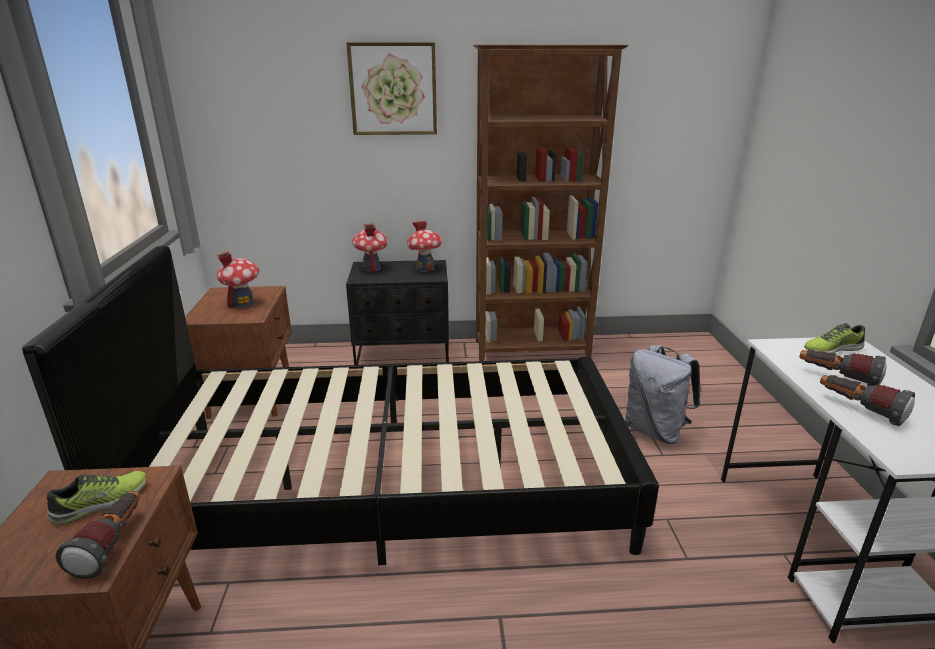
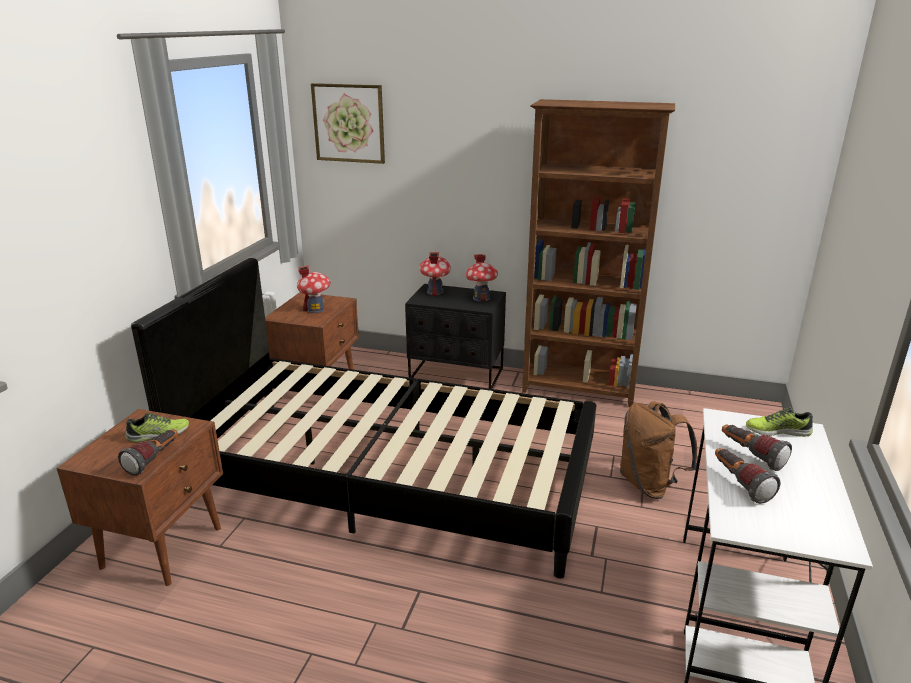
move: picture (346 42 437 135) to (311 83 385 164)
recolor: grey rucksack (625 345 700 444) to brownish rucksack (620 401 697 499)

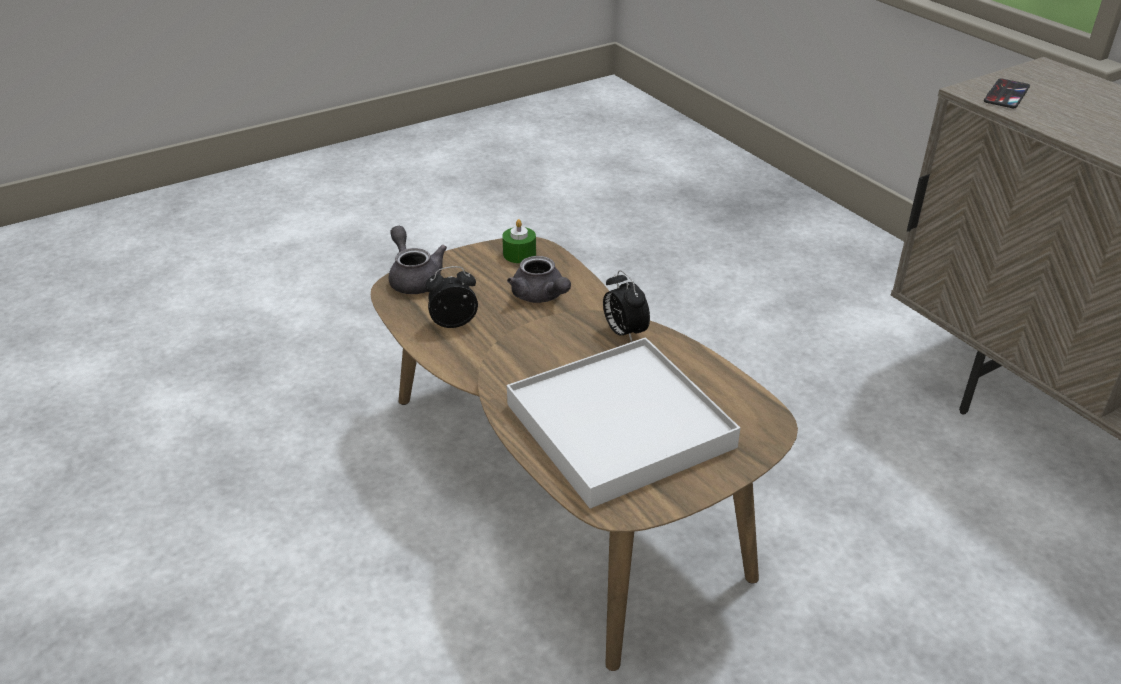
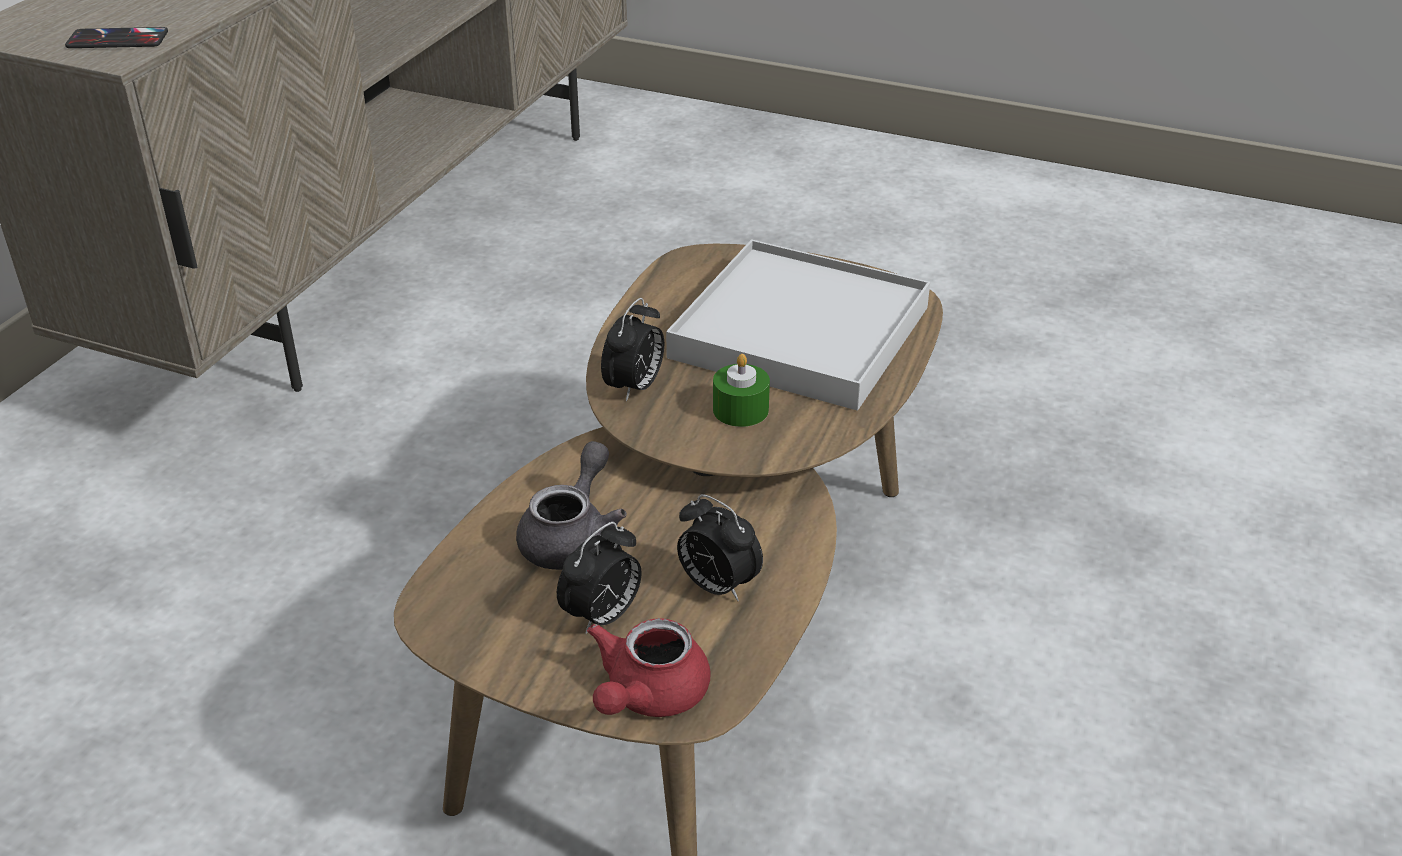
insert: table clock (557 522 642 634)
move: green-coloured wax light (502 219 536 263) to (713 354 770 427)
recolor: grey teapot (388 226 447 294) to red teapot (587 618 710 717)

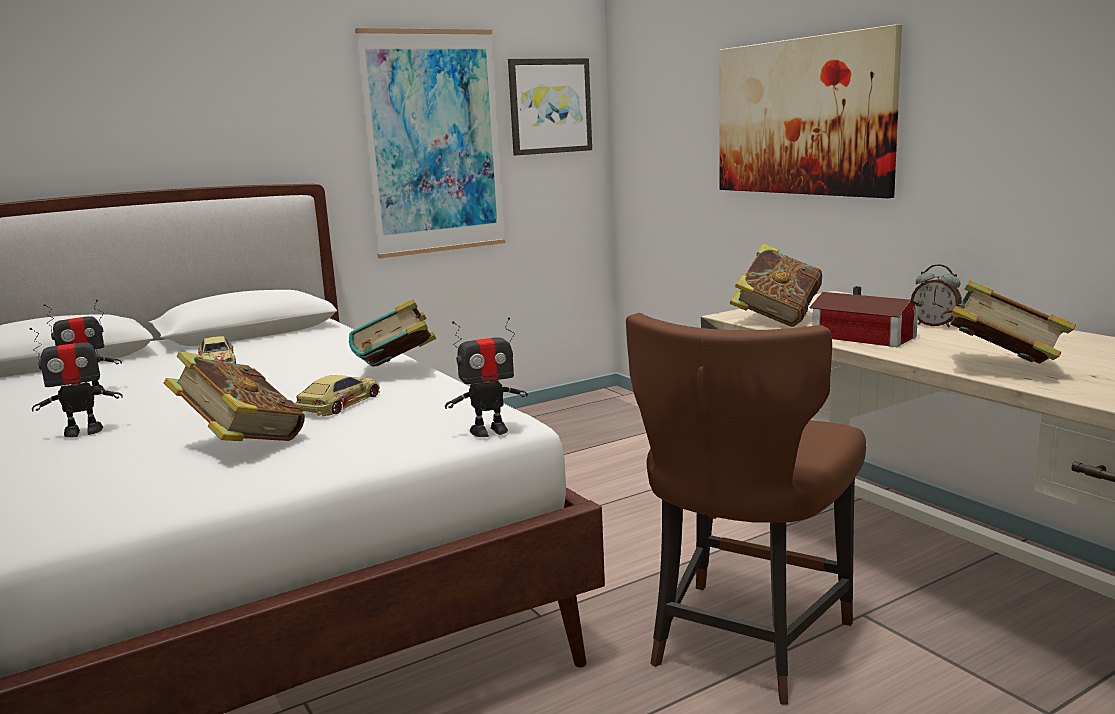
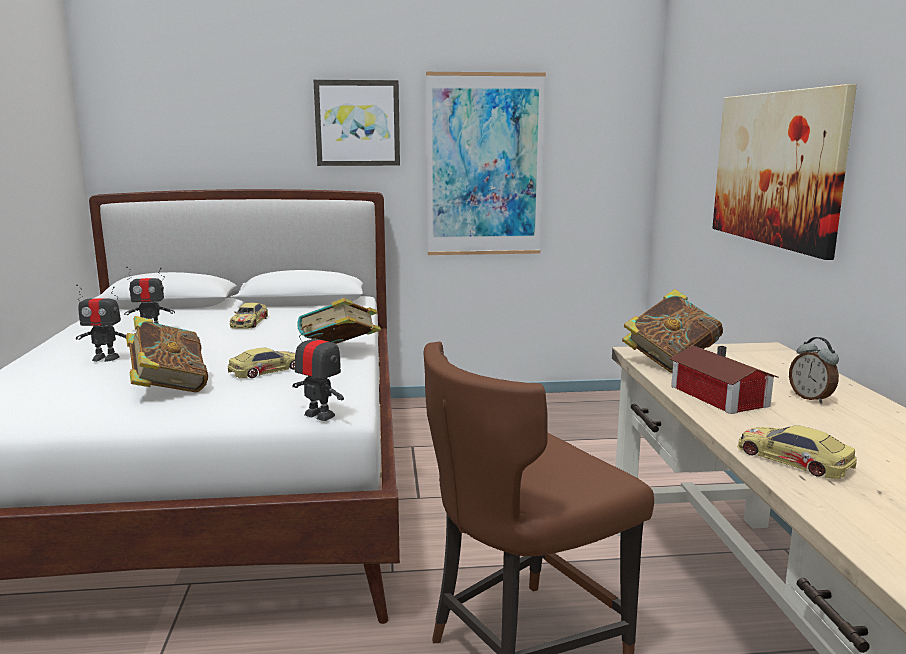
move: picture (508 58 592 155) to (313 80 400 166)
replace: book (943 280 1076 364) to toy car (737 425 857 479)
rotate: robot figure (445 317 528 437) = (292 324 344 421) 150 degrees counterclockwise

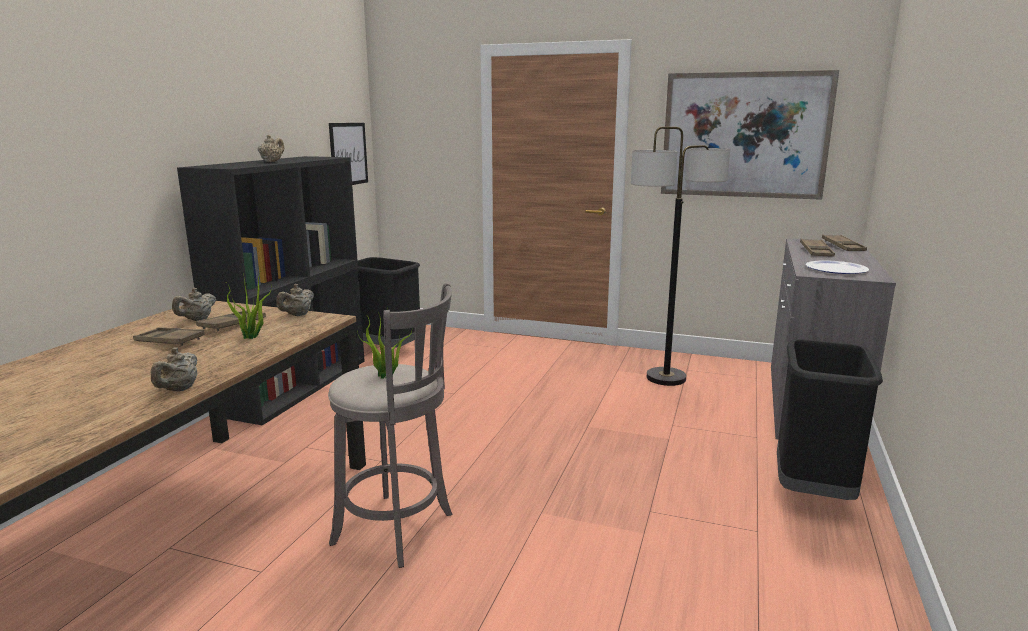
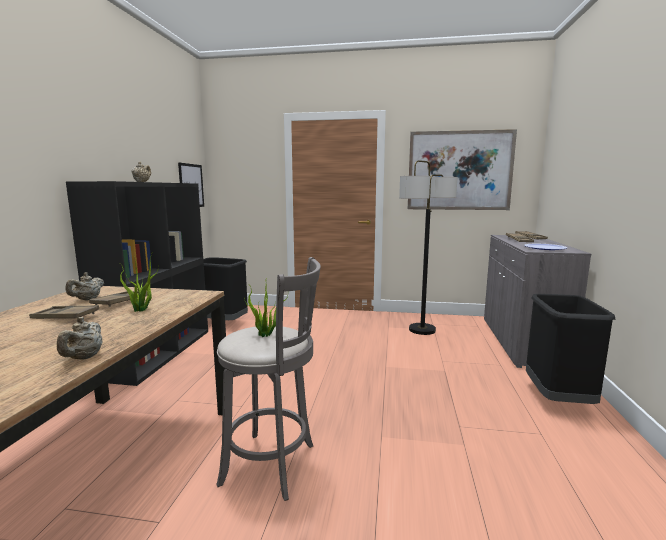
delete: beige-coloured teapot (276 284 314 316)

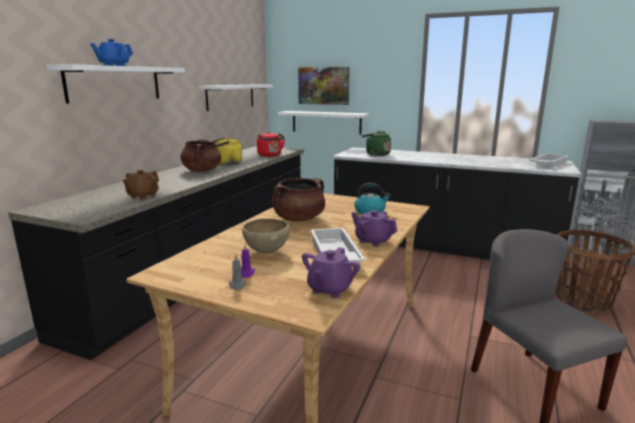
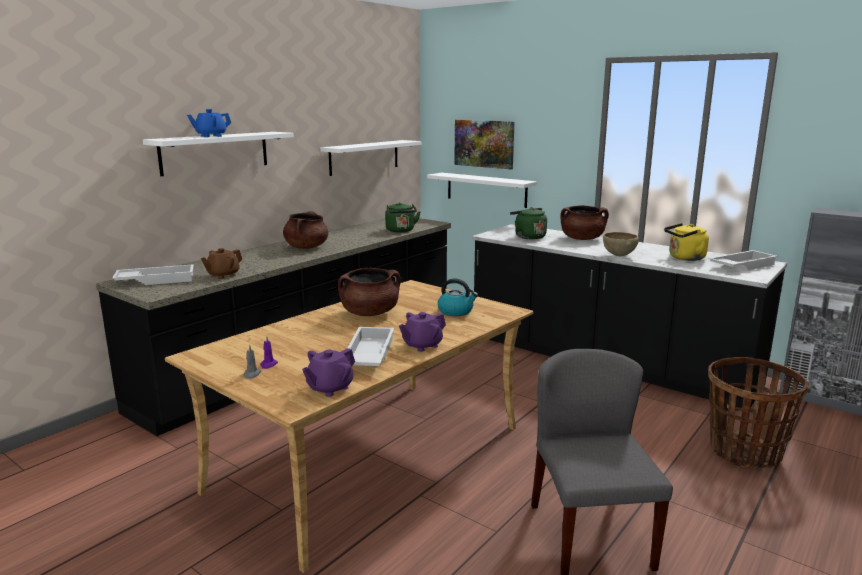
insert: white tray (112 264 194 285); brownish saucepot (560 205 609 240)
move: brownish bowl (242 218 290 254) to (603 232 639 256); yellow-coloured water kettle (211 137 242 165) to (664 223 709 261)
recolor: red water kettle (257 132 285 157) to green-coloured water kettle (385 202 421 232)
rotate: purple teapot (351 210 397 247) = (399 312 446 352) 90 degrees counterclockwise

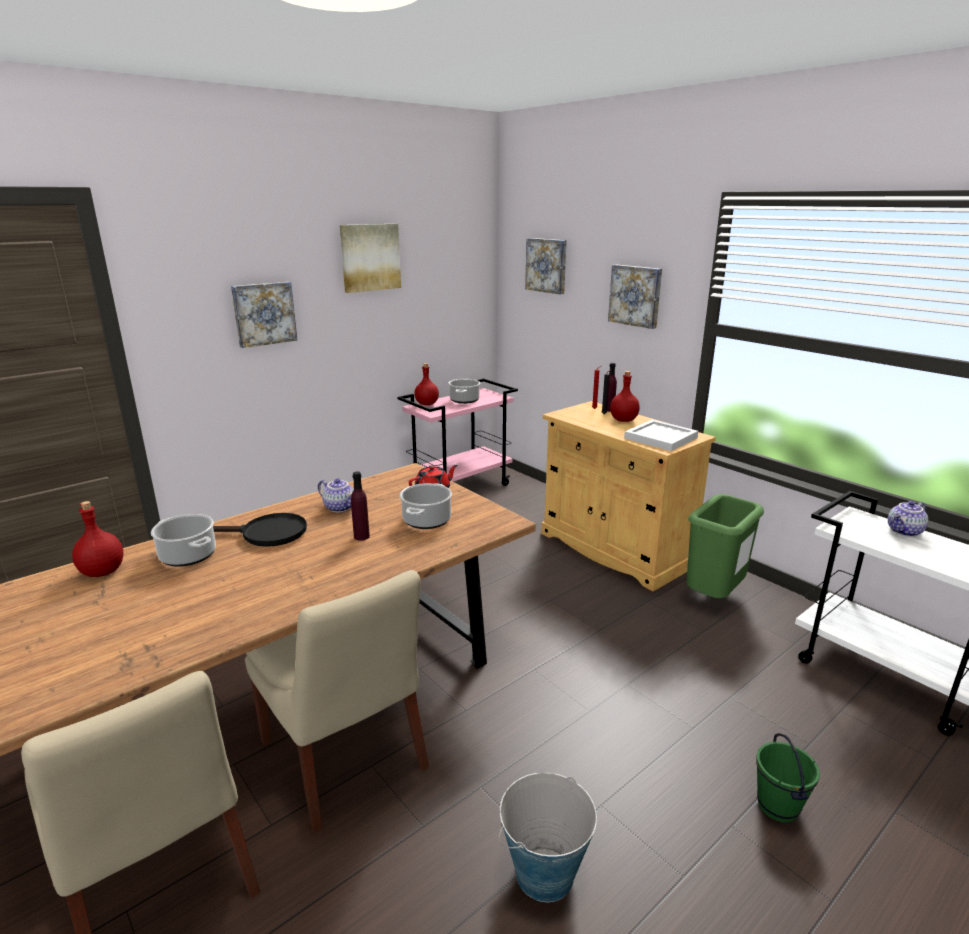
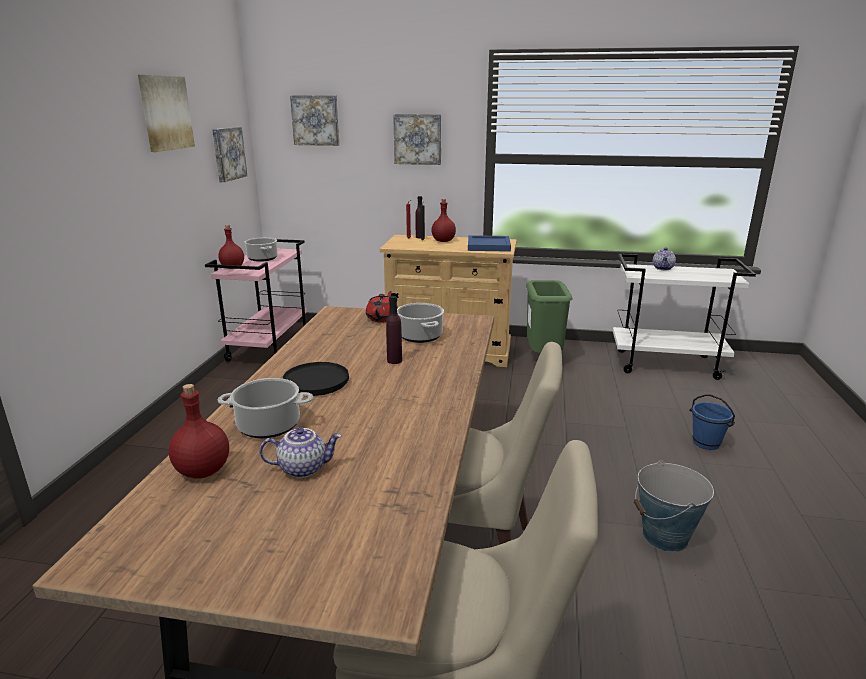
move: picture (231 282 297 348) to (212 127 247 182); teapot (318 479 354 512) to (260 427 342 478)
recolor: white tray (624 420 698 451) to bluish tray (468 235 511 252); green-coloured bucket (756 733 820 823) to bluish bucket (690 394 735 450)

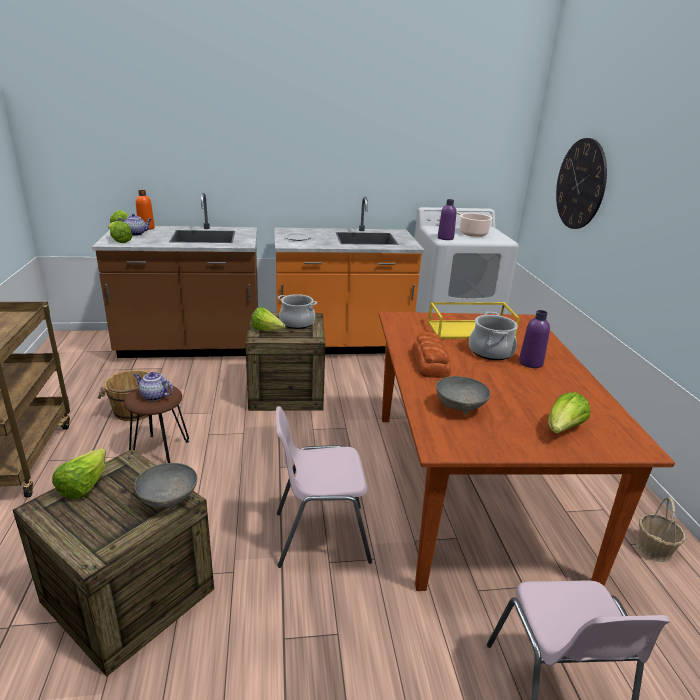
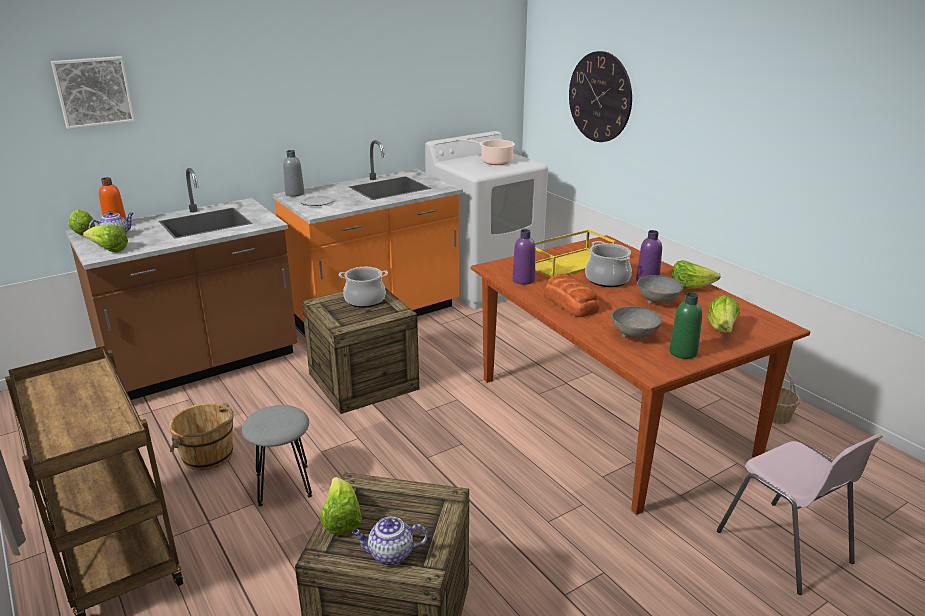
delete: pinkish plain chair (276 406 372 568)
insert: picture (51 56 135 129); grey bottle (283 150 304 197); green-coloured bottle (669 293 702 359)
move: teapot (134 372 173 401) to (352 517 428 566); purple bottle (438 199 456 240) to (512 229 535 285); grey bowl (134 463 197 509) to (637 275 683 304); lettuce (252 307 286 331) to (672 260 721 289)
recolor: brownish sitting stool (124 384 189 463) to grey sitting stool (242 405 312 506)

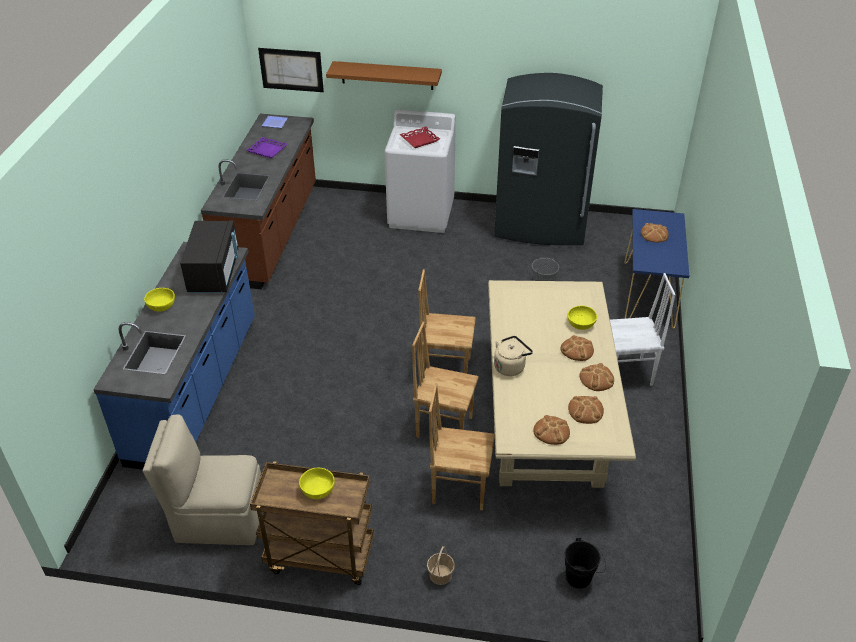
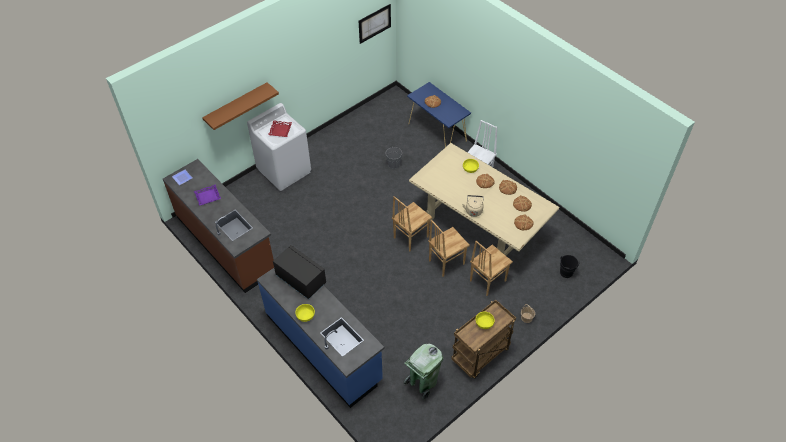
delete: grey fridge (494 73 603 245)
move: picture (258 48 324 92) to (359 4 391 44)
replace: beige-coloured plain chair (142 414 261 545) to green-coloured trash can (404 344 443 400)

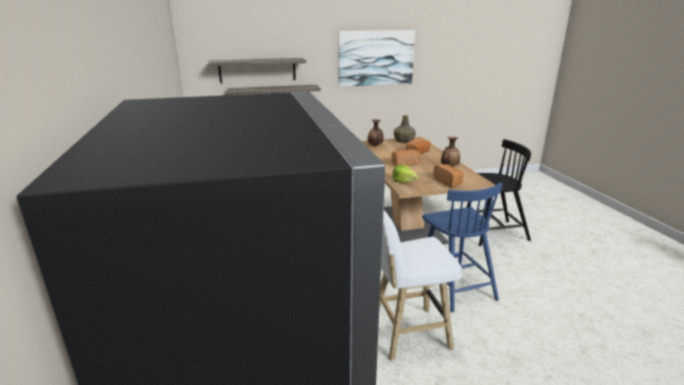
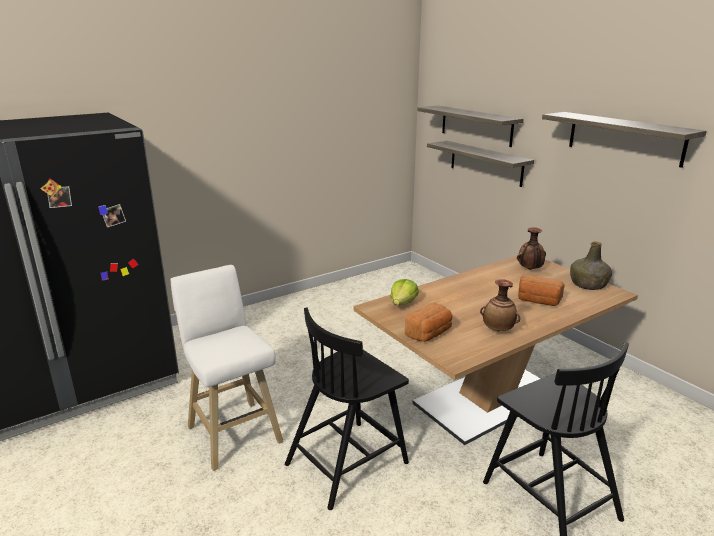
delete: baked bread (392 149 421 166)
replace: picture (338 30 415 87) to shelf (542 112 707 168)
recolor: bluish plain chair (422 182 503 312) to black plain chair (285 307 409 510)

